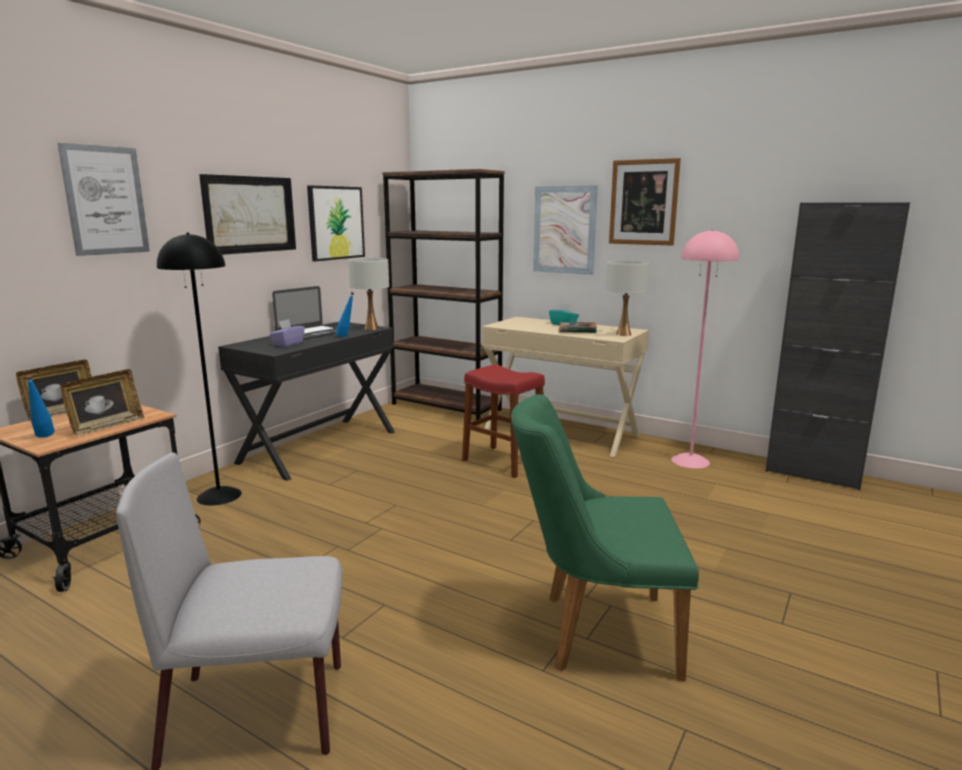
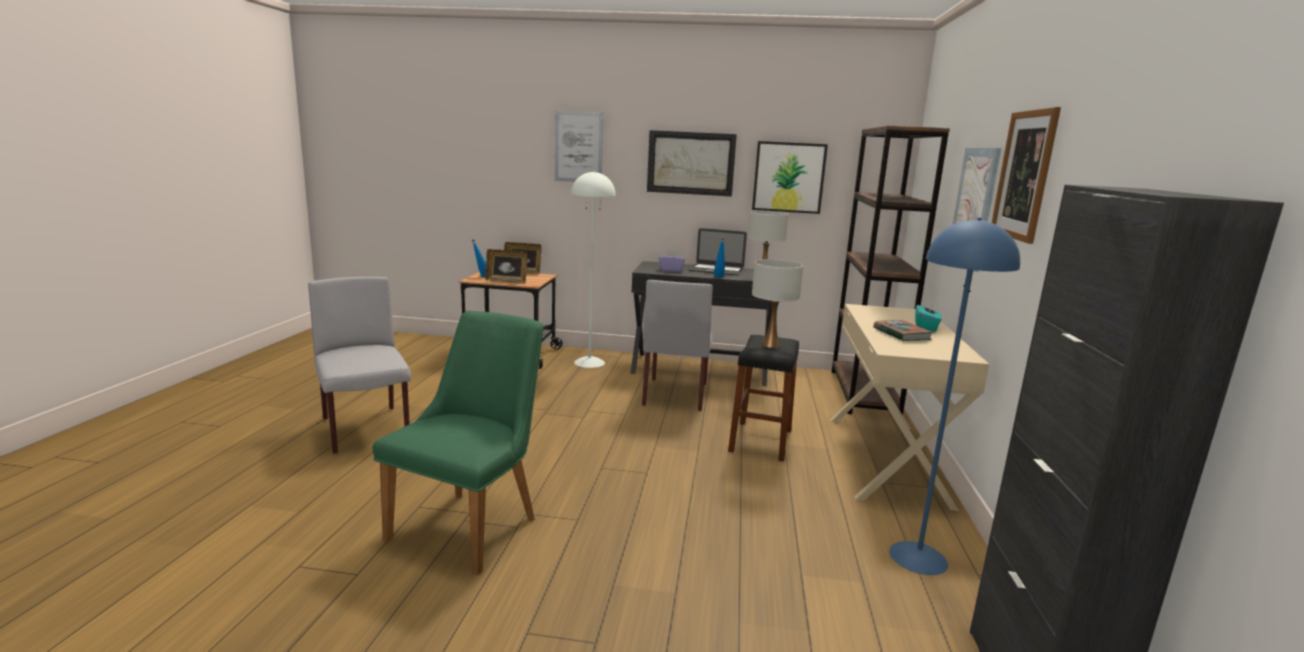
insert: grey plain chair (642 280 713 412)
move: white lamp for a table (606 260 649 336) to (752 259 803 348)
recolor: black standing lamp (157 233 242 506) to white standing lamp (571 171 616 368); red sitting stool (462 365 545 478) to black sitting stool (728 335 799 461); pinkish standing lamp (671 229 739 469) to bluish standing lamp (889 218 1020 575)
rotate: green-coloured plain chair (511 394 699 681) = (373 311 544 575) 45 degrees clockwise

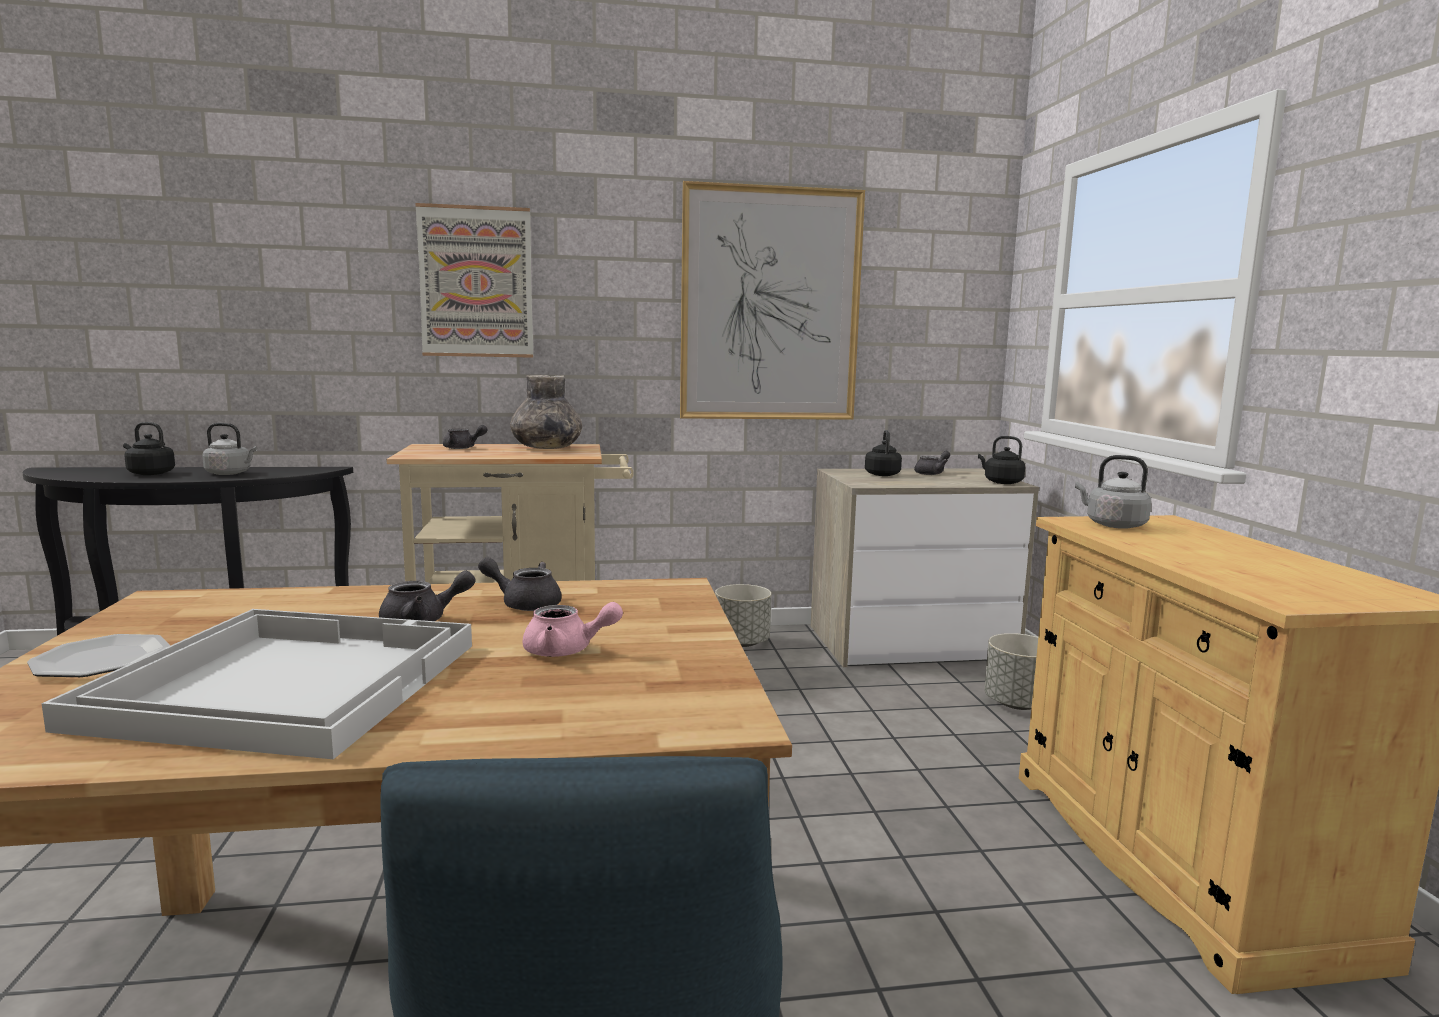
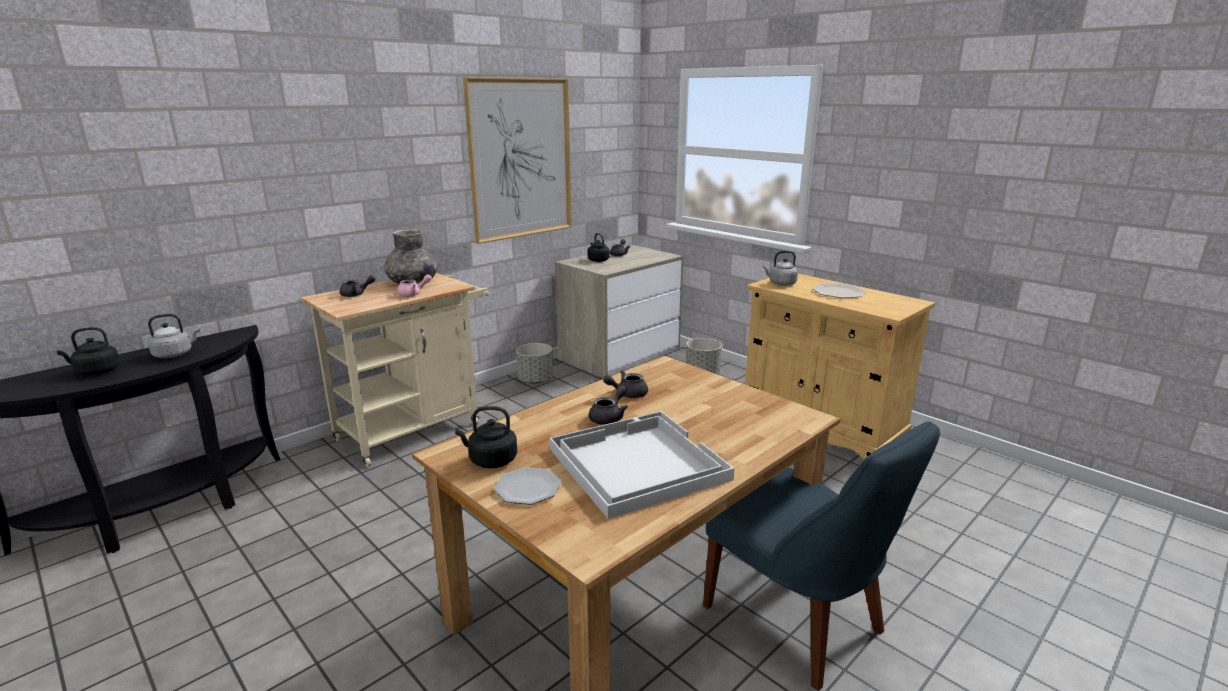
delete: picture (415 203 533 358)
insert: dinner plate (812 283 866 298)
move: pinkish teapot (523 602 623 657) to (397 274 432 297); black water kettle (978 436 1025 484) to (455 406 517 468)

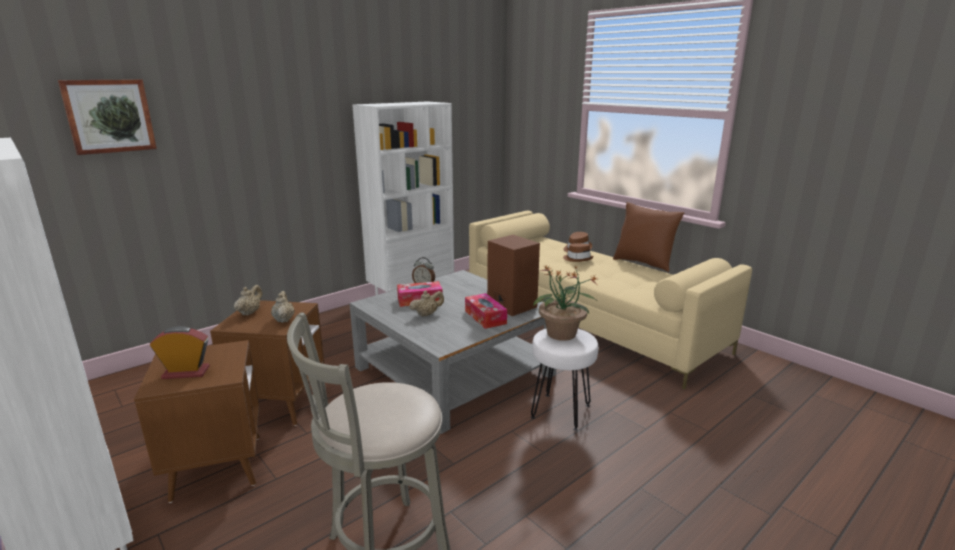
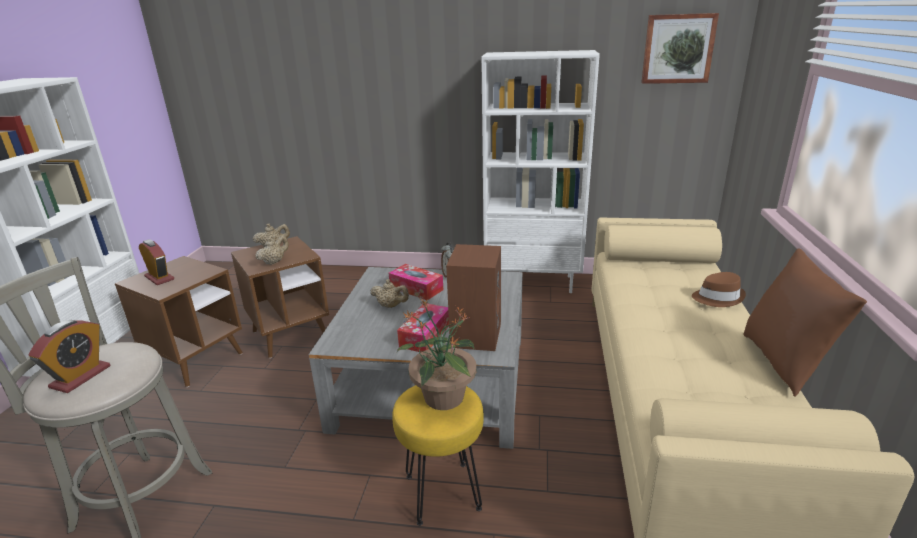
delete: brownish clothing hat (563 243 594 262)
insert: table clock (28 320 110 393)
move: picture (58 79 157 155) to (641 13 719 84)
recolor: white sitting stool (531 329 598 431) to yellow-coloured sitting stool (392 385 484 526)

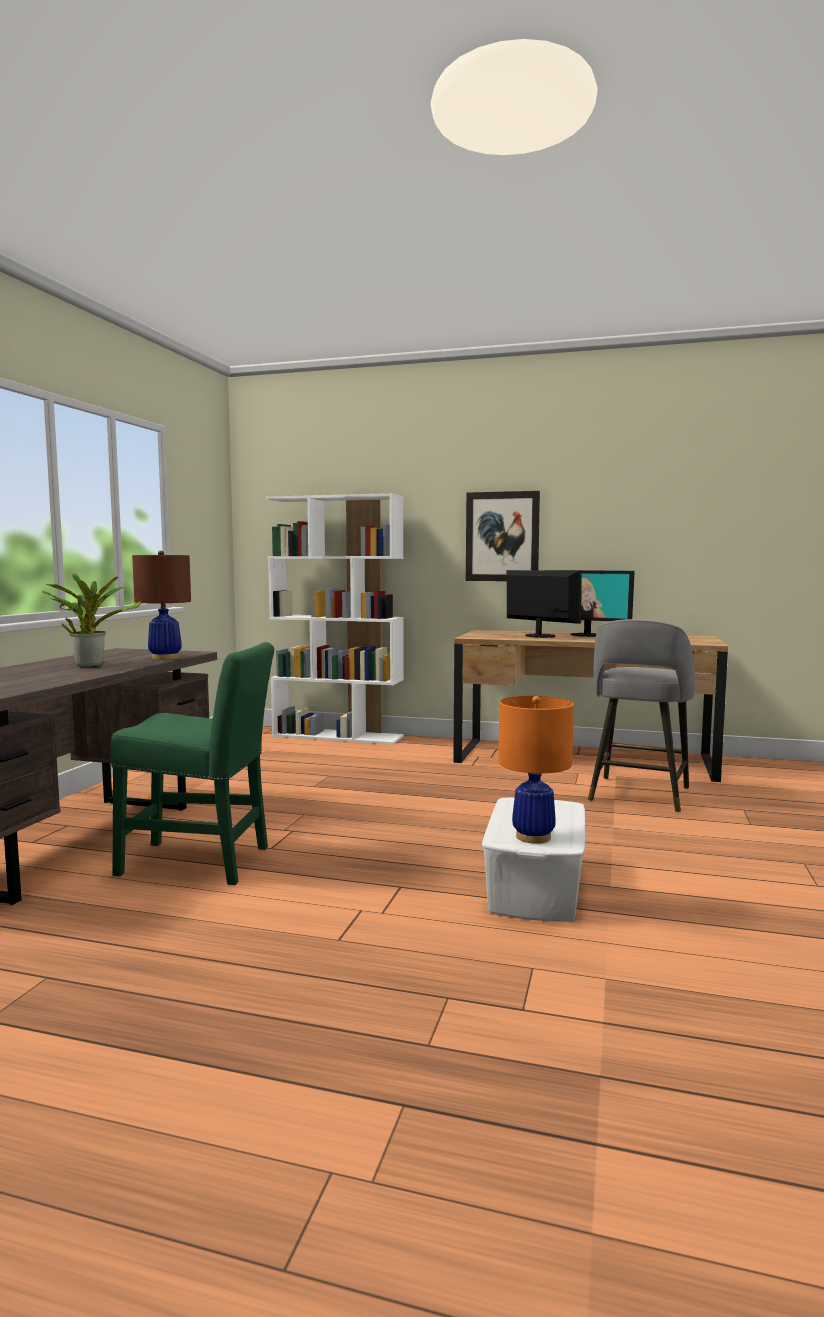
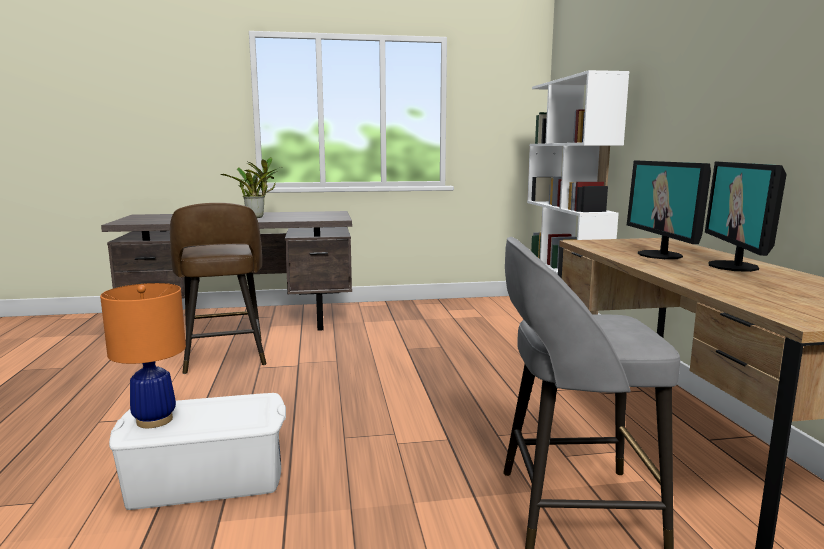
delete: brownish lamp for a table (132 551 191 660); picture (466 491 540 581)
replace: green-coloured plain chair (110 642 274 885) to brownish sitting stool (170 203 266 374)
rotate: monitor (507 570 582 638) = (627 160 711 259) 150 degrees clockwise

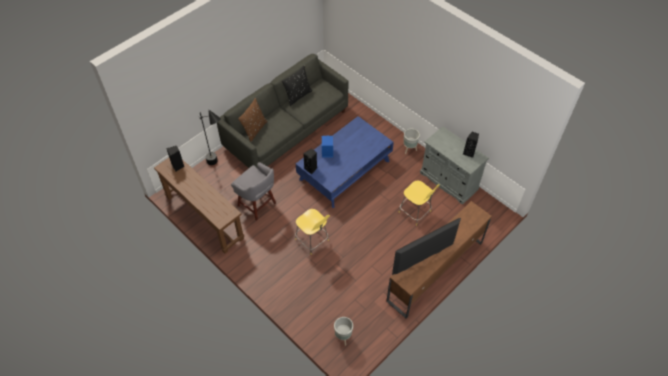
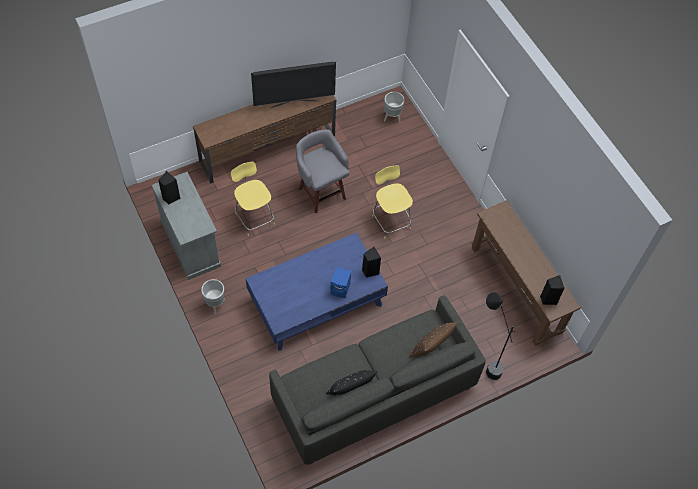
move: grey sitting stool (231 162 276 221) to (296 130 349 213)

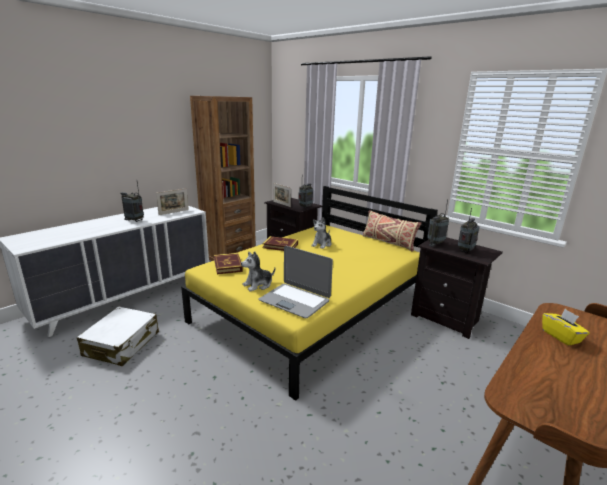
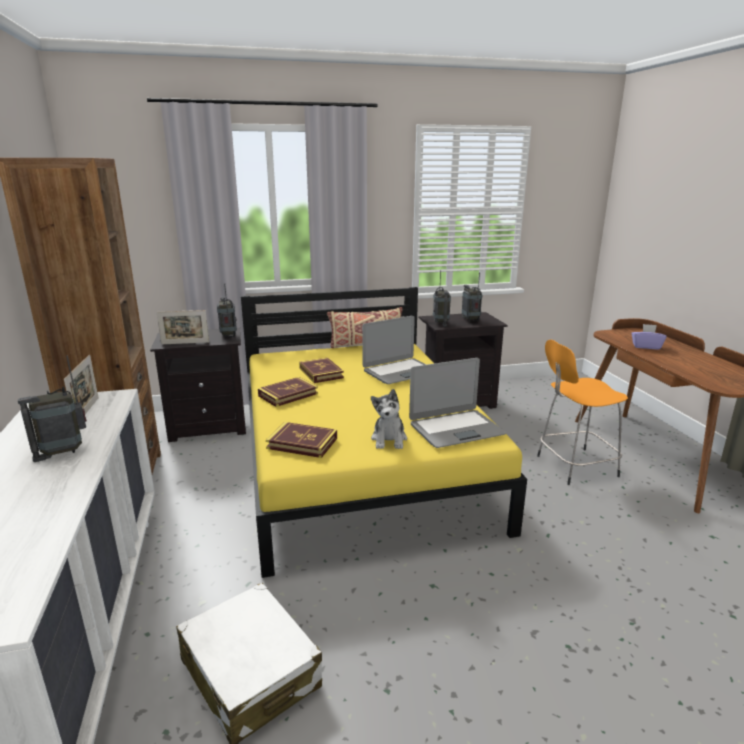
insert: laptop (362 316 426 384); orange sitting stool (537 340 628 485)
replace: soft toy (311 217 332 249) to book (299 357 344 383)
recolor: yellow-coloured box of tissues (542 309 590 346) to purple box of tissues (632 324 667 349)

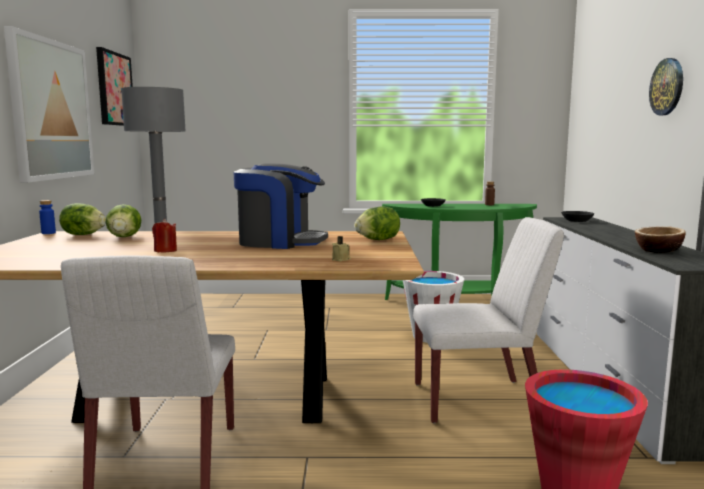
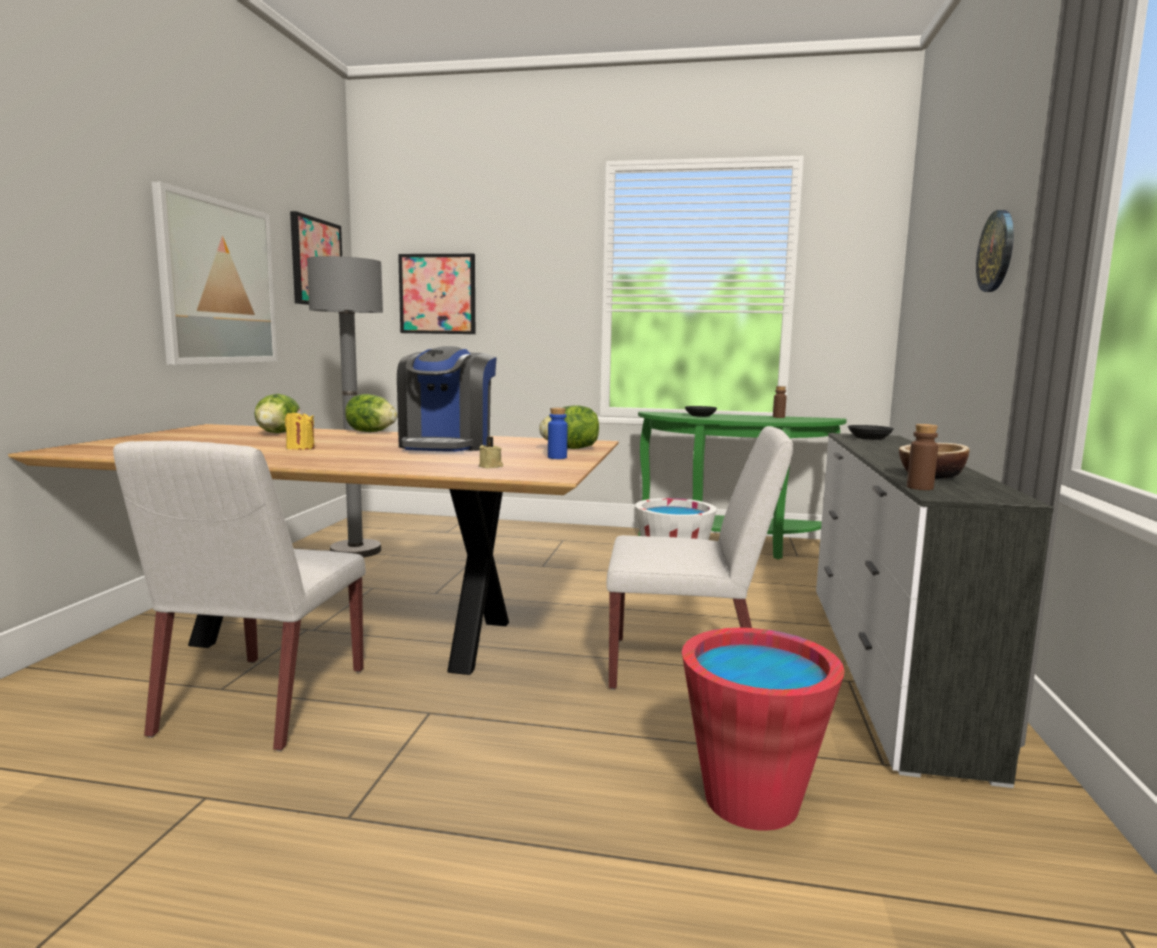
insert: picture (398 254 475 334); brownish bottle (907 424 938 490)
move: lettuce (59 203 106 235) to (345 394 398 432); bluish bottle (39 200 56 234) to (548 408 568 459)
recolor: red wax light (152 219 177 252) to yellow-coloured wax light (285 409 315 450)
rotate: coffee brewer (233 163 328 249) = (397 346 497 452) 75 degrees clockwise

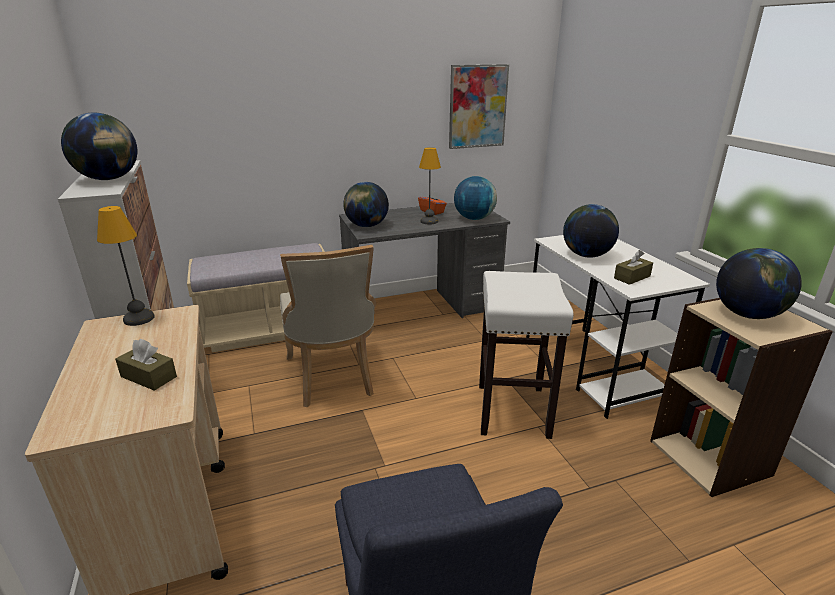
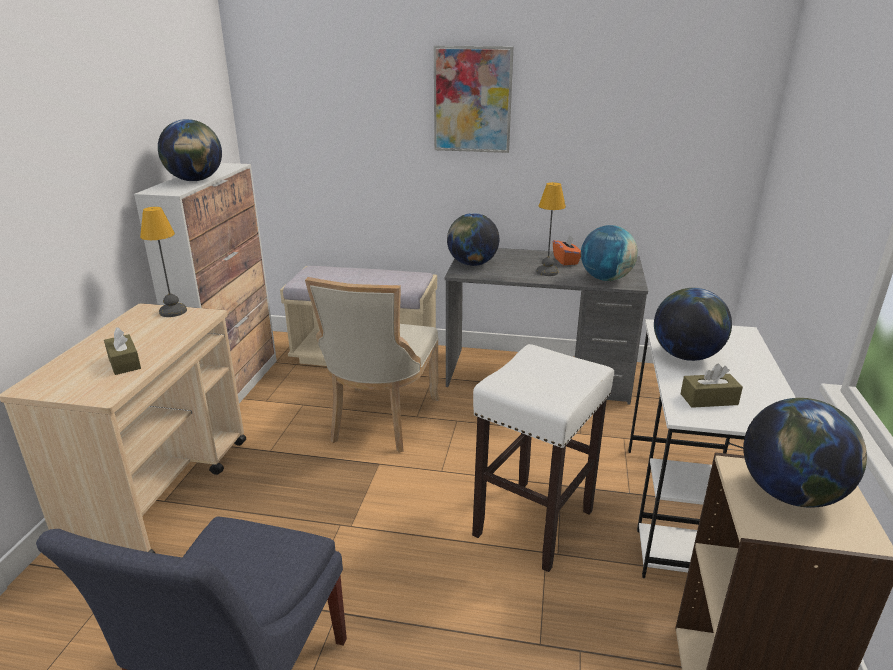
move: picture (449 64 509 149) to (434 46 514 153)

